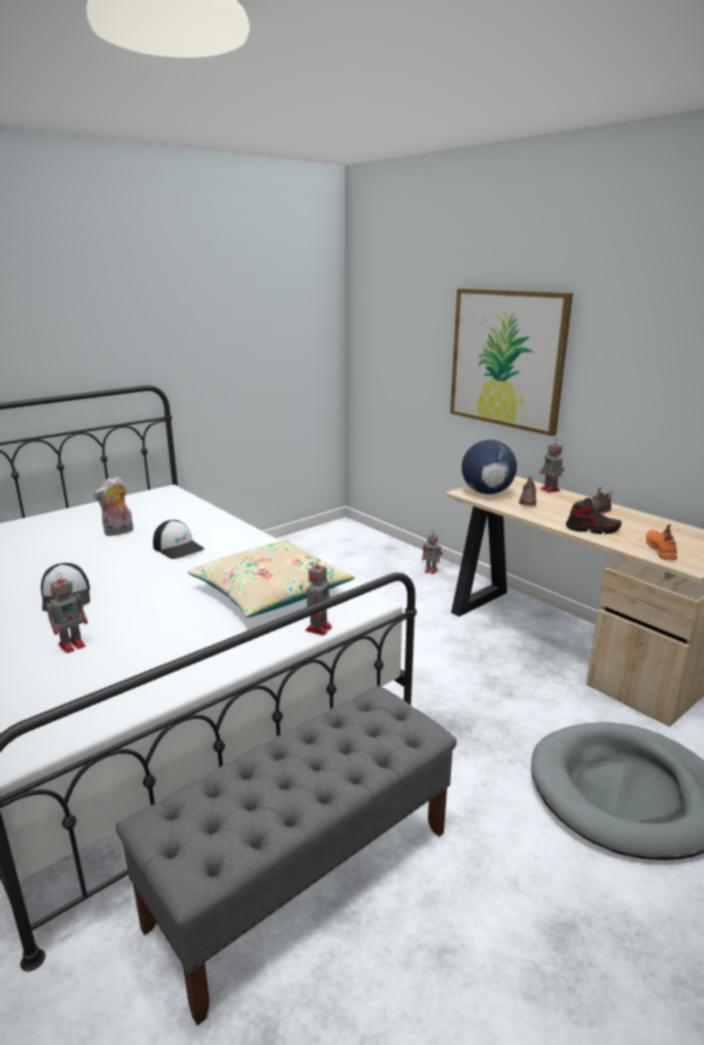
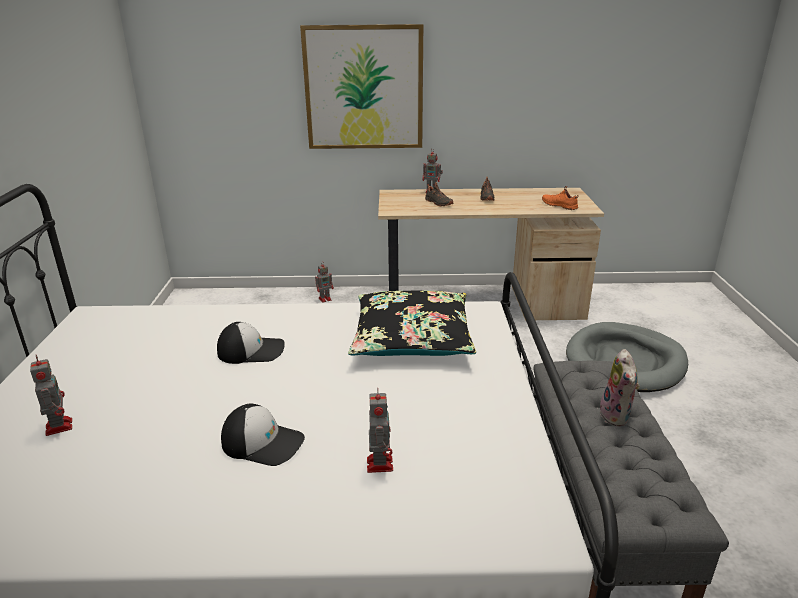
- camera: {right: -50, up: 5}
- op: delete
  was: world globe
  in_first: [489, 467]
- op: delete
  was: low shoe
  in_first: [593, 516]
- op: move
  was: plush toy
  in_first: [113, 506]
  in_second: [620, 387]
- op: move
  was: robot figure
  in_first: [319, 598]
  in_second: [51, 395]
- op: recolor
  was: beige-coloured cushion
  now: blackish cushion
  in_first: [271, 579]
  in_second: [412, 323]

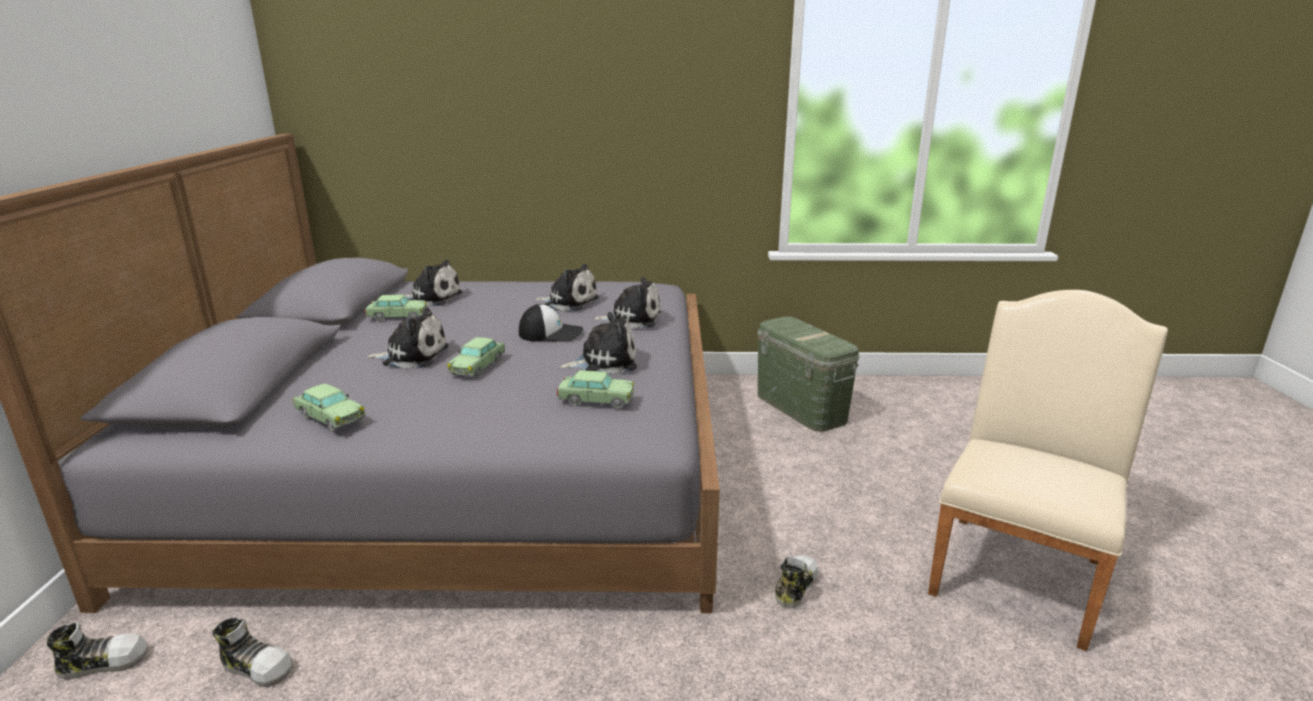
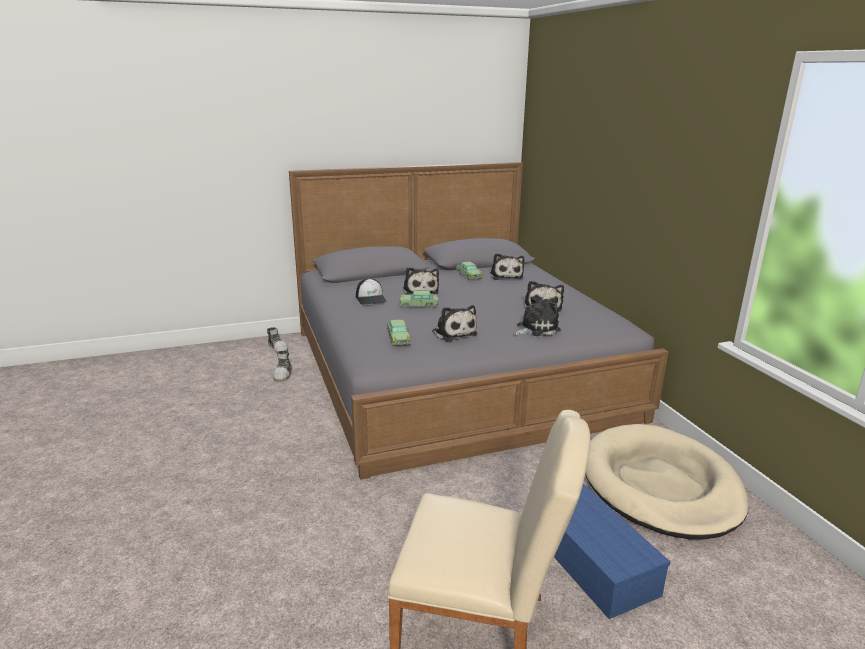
- camera: {right: 70, up: 0}
- op: delete
  was: model car
  in_first: [329, 407]
- op: delete
  was: low shoe
  in_first: [796, 581]
- op: insert
  now: blue-coloured storage box
  in_second: [612, 551]
- op: move
  was: baseball cap
  in_first: [551, 323]
  in_second: [371, 291]
- op: replace
  was: green storage box
  now: beige-coloured dog cushion
  in_first: [808, 374]
  in_second: [666, 482]
- op: rotate
  was: plush toy
  in_first: [627, 303]
  in_second: [537, 316]
  clockwise: -105

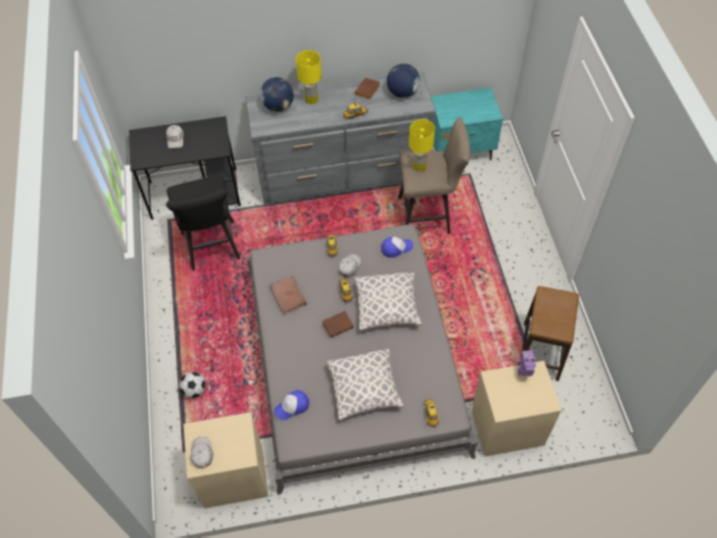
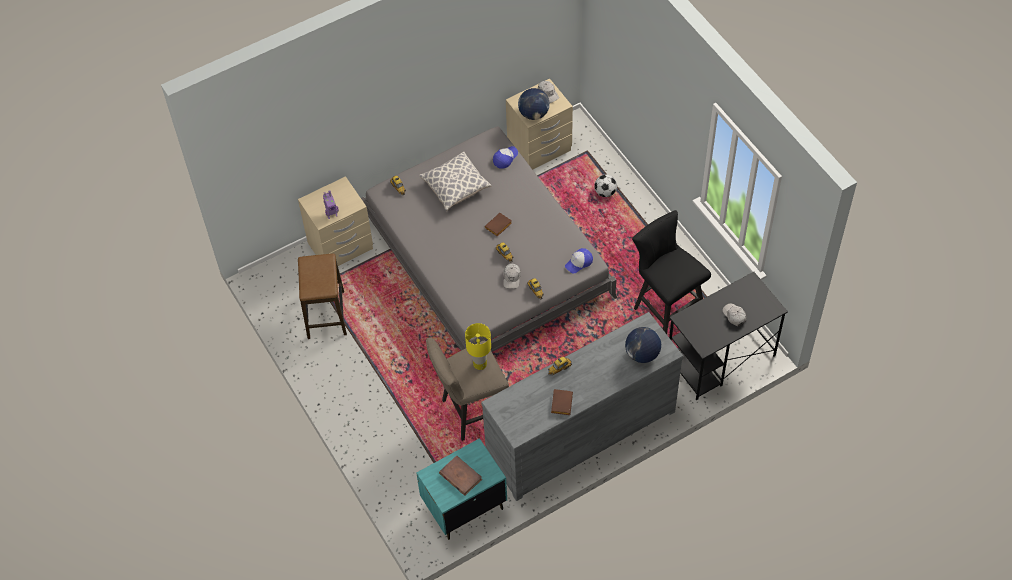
- camera: {right: 160, up: 0}
- op: delete
  was: yellowish table lamp
  in_first: [309, 77]
- op: delete
  was: cushion
  in_first: [388, 302]
- op: move
  was: brown volume
  in_first: [288, 295]
  in_second: [460, 475]
- op: move
  was: baseball cap
  in_first: [397, 247]
  in_second: [579, 261]
- op: move
  was: world globe
  in_first: [403, 81]
  in_second: [534, 104]

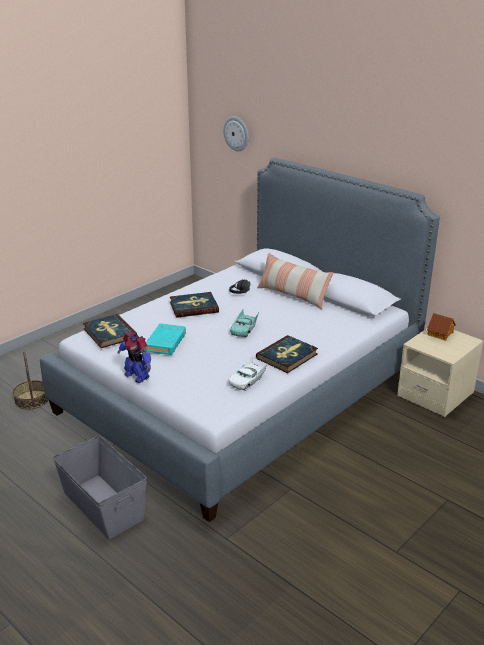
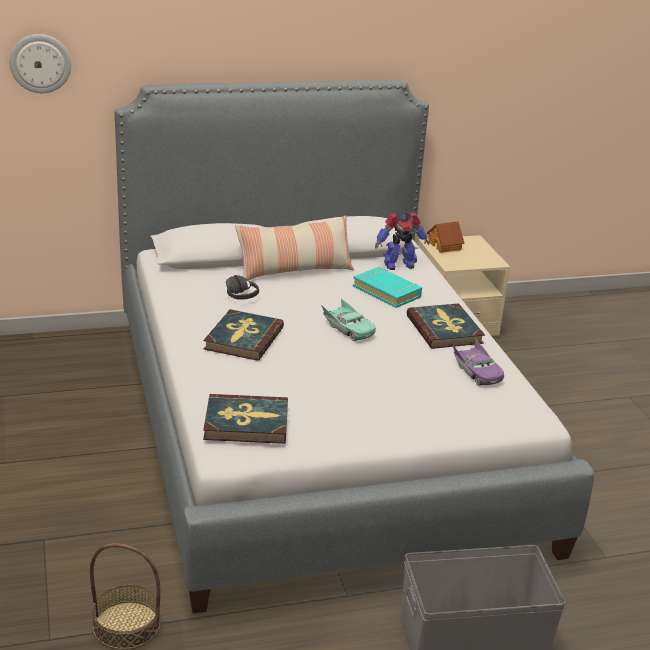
- camera: {right: -60, up: 0}
- op: move
  was: robot figure
  in_first: [134, 357]
  in_second: [402, 241]
- op: move
  was: turquoise volume
  in_first: [166, 339]
  in_second: [387, 287]
- op: recolor
  was: whitish model car
  now: purple-coloured model car
  in_first: [248, 374]
  in_second: [478, 362]

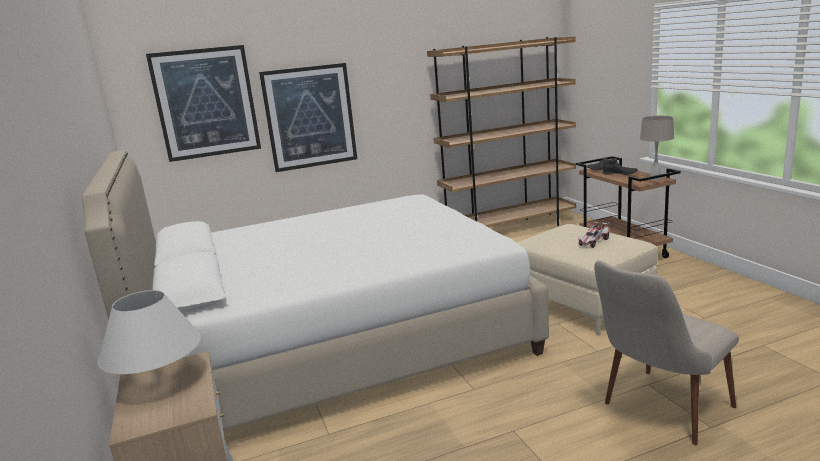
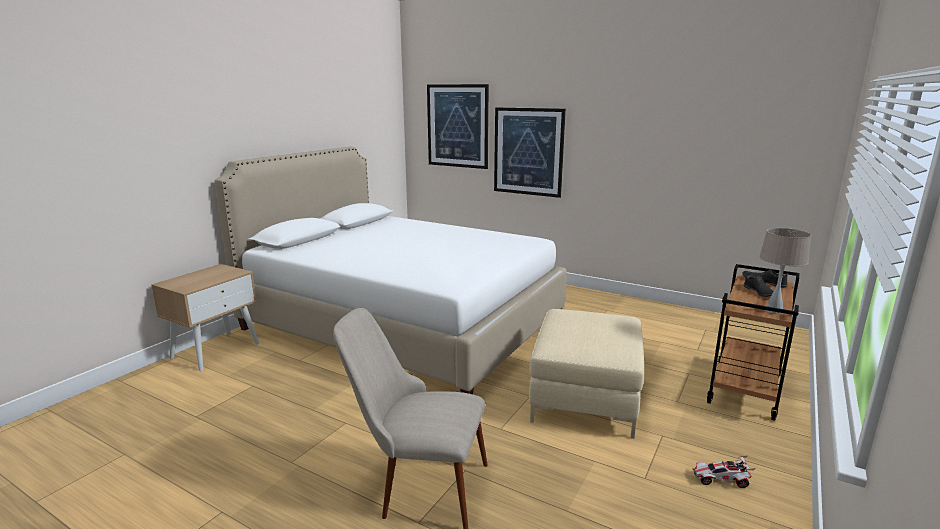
- camera: {right: 50, up: 0}
- op: delete
  was: whitish table lamp
  in_first: [149, 337]
- op: delete
  was: brown bookcase
  in_first: [501, 131]
- op: move
  was: model car
  in_first: [594, 234]
  in_second: [724, 471]

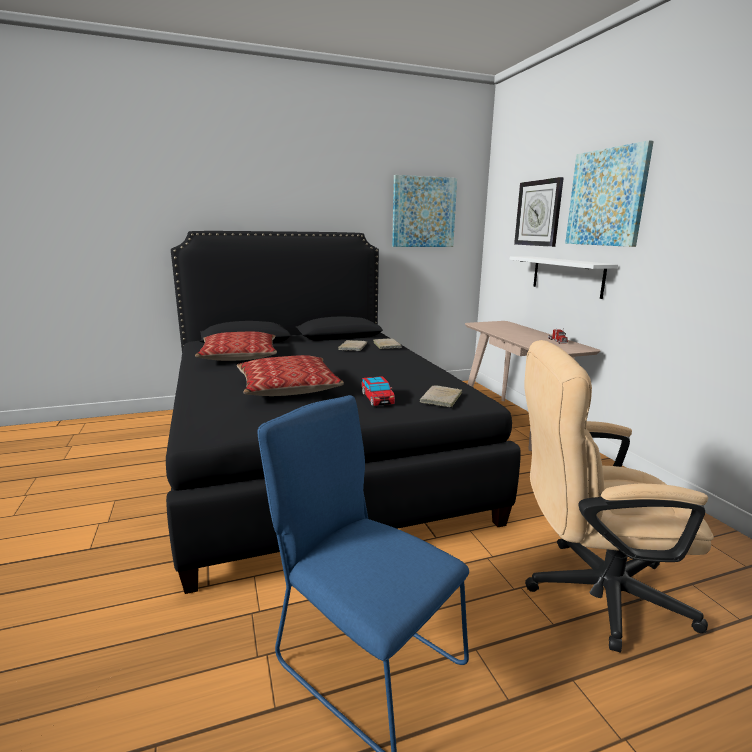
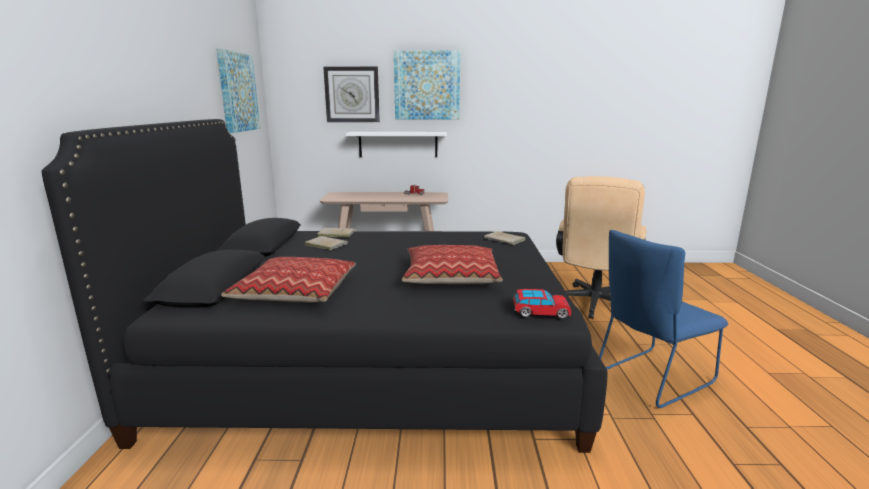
- camera: {right: -70, up: 0}
- op: move
  was: model car
  in_first: [378, 391]
  in_second: [542, 303]

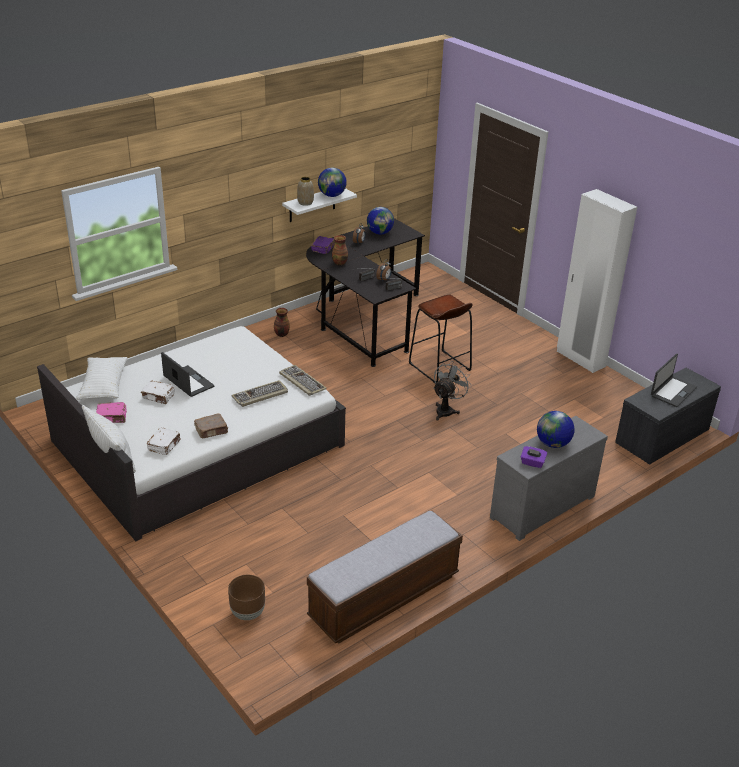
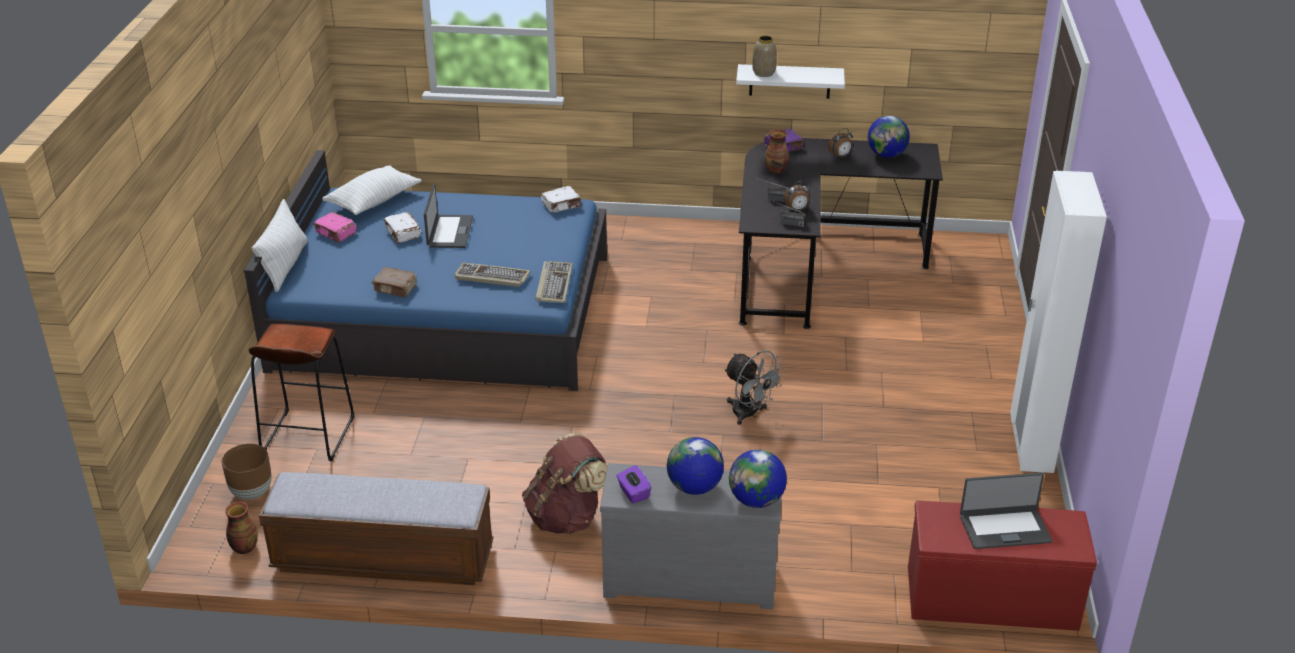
- camera: {right: 45, up: 0}
- op: insert
  now: brown knapsack
  in_second: [564, 483]
- op: move
  was: whitish volume
  in_first: [164, 441]
  in_second: [561, 199]
- op: move
  was: vase
  in_first: [282, 322]
  in_second: [241, 528]
- op: move
  was: world globe
  in_first: [332, 182]
  in_second: [758, 479]
- op: move
  was: brown sitting stool
  in_first: [441, 339]
  in_second: [301, 392]
- op: recolor
  was: whitish bed
  now: blue-coloured bed
  in_first: [191, 433]
  in_second: [425, 270]
- op: recolor
  was: grey bench
  now: red-coloured bench
  in_first: [668, 416]
  in_second: [1002, 566]
- op: rotate
  was: grey electric fan
  in_first: [452, 391]
  in_second: [755, 387]
  clockwise: 60

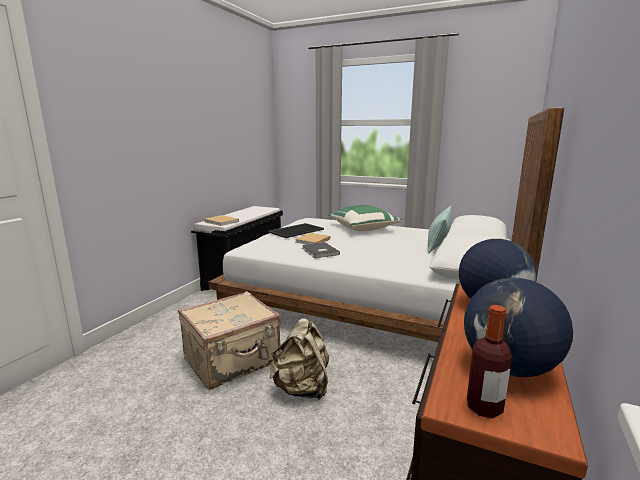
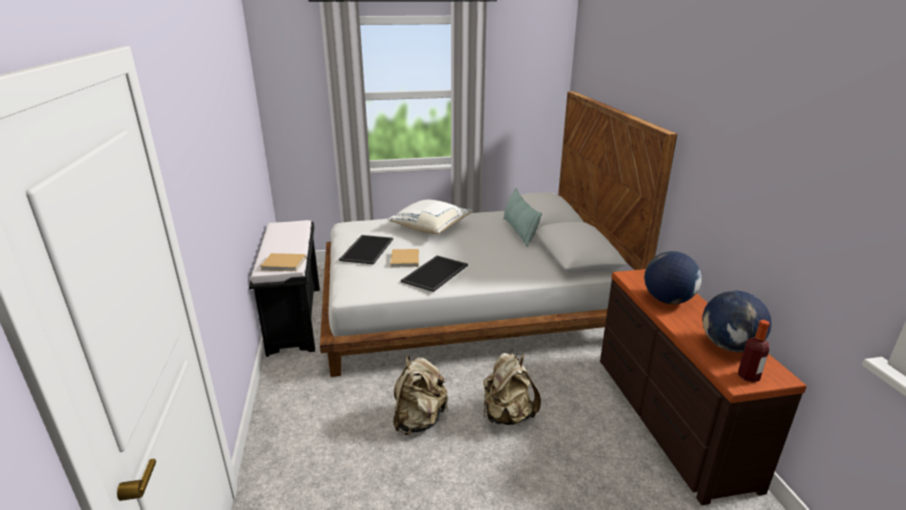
- camera: {right: -35, up: 10}
- op: replace
  was: beige-coloured travel case
  now: beige-coloured knapsack
  in_first: [229, 340]
  in_second: [421, 395]
- op: replace
  was: grey volume
  now: tray
  in_first: [321, 250]
  in_second: [434, 273]
- op: recolor
  was: green cushion
  now: whitish cushion
  in_first: [366, 218]
  in_second: [430, 217]

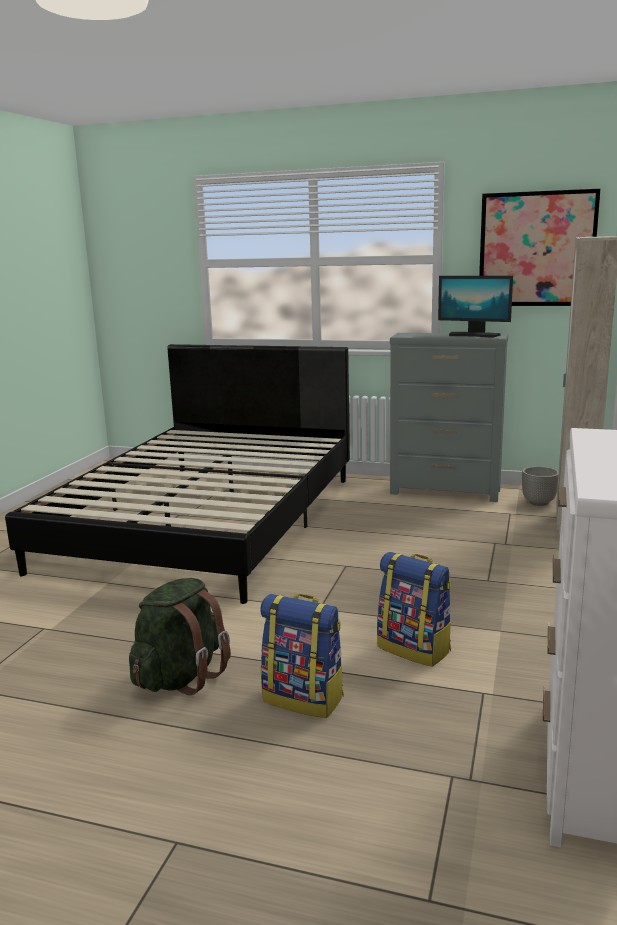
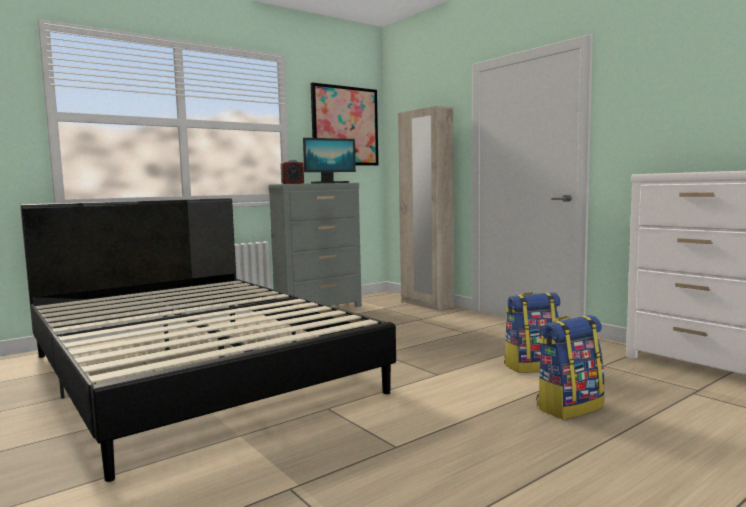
- camera: {right: -55, up: -10}
- op: delete
  was: green knapsack
  in_first: [180, 636]
- op: delete
  was: planter
  in_first: [540, 486]
- op: insert
  now: table clock
  in_second: [292, 172]

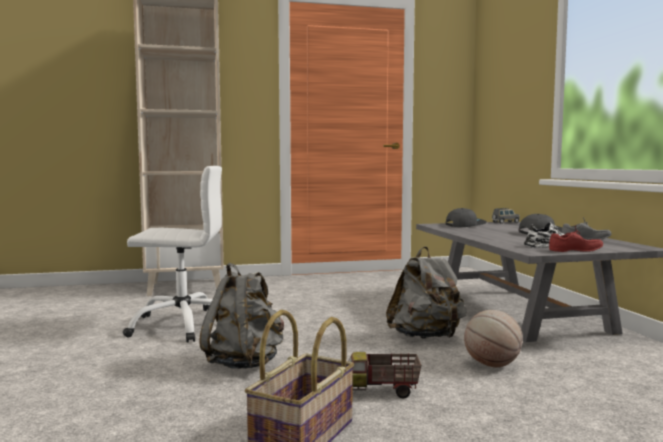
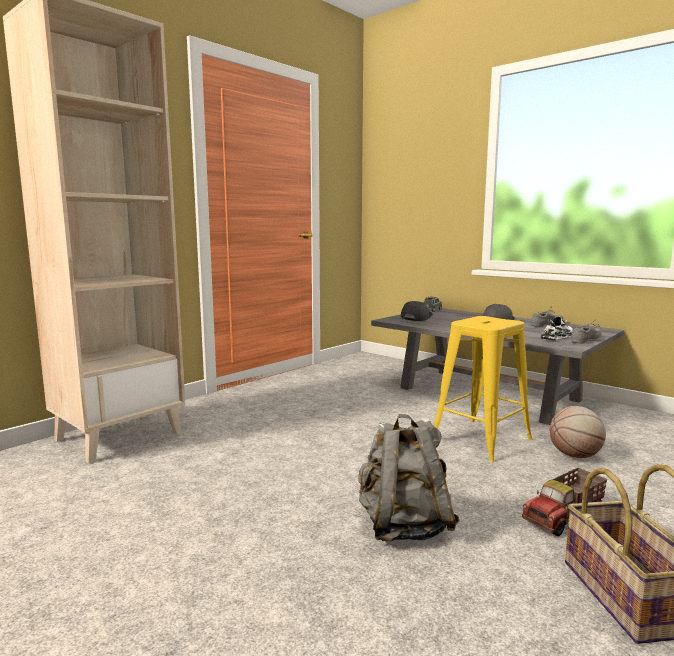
- camera: {right: -35, up: 5}
- op: delete
  was: whitish office chair
  in_first: [172, 254]
- op: replace
  was: grey knapsack
  now: yellowish sitting stool
  in_first: [426, 293]
  in_second: [483, 389]
- op: recolor
  was: red-coloured low shoe
  now: grey low shoe
  in_first: [576, 238]
  in_second: [586, 331]

